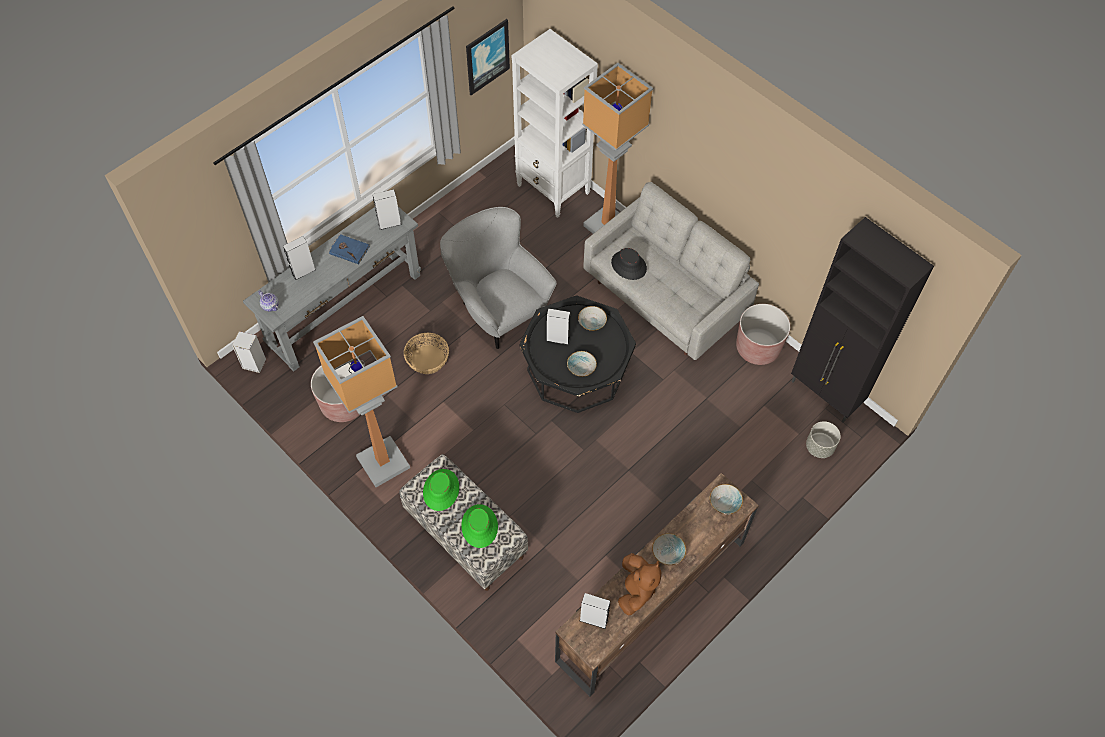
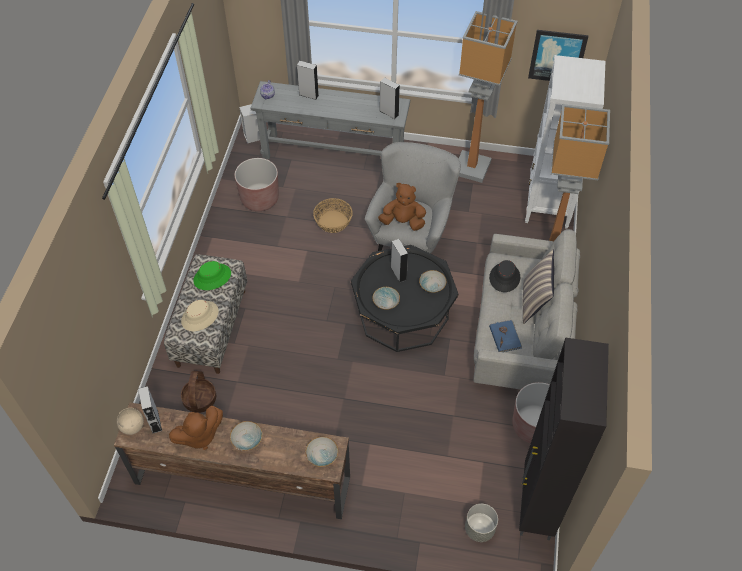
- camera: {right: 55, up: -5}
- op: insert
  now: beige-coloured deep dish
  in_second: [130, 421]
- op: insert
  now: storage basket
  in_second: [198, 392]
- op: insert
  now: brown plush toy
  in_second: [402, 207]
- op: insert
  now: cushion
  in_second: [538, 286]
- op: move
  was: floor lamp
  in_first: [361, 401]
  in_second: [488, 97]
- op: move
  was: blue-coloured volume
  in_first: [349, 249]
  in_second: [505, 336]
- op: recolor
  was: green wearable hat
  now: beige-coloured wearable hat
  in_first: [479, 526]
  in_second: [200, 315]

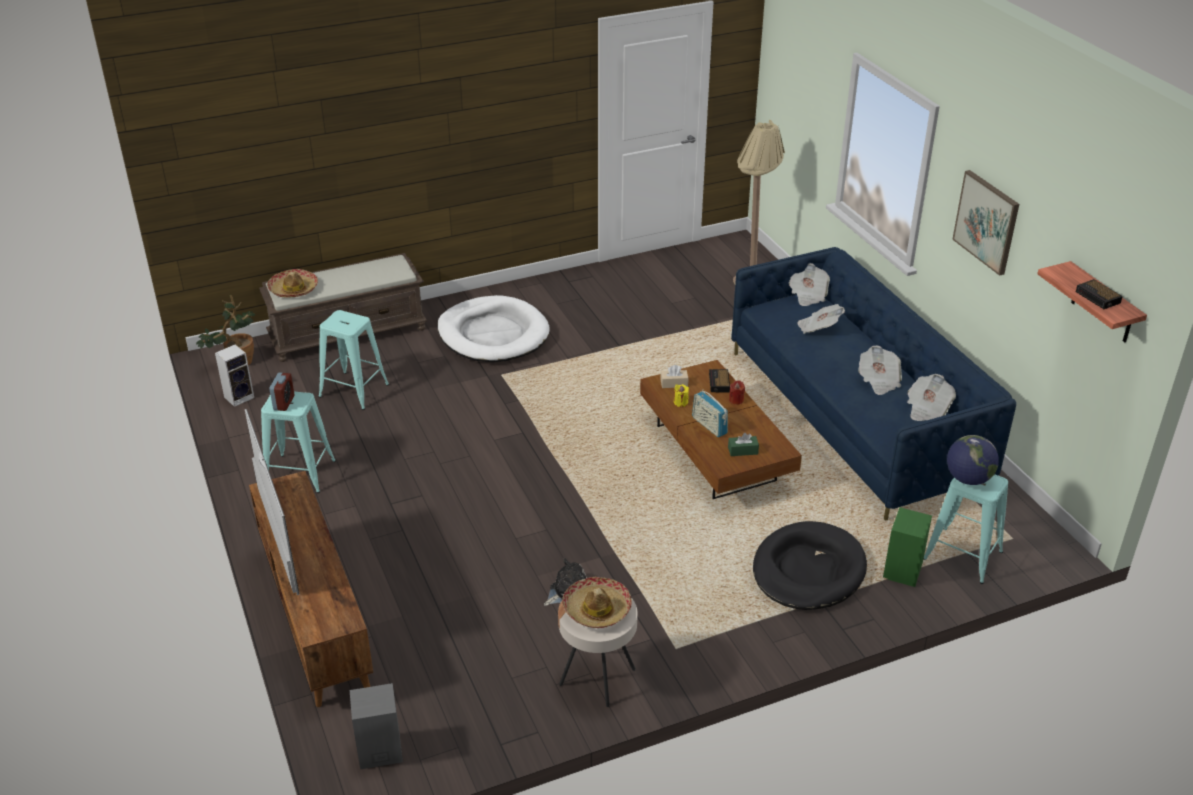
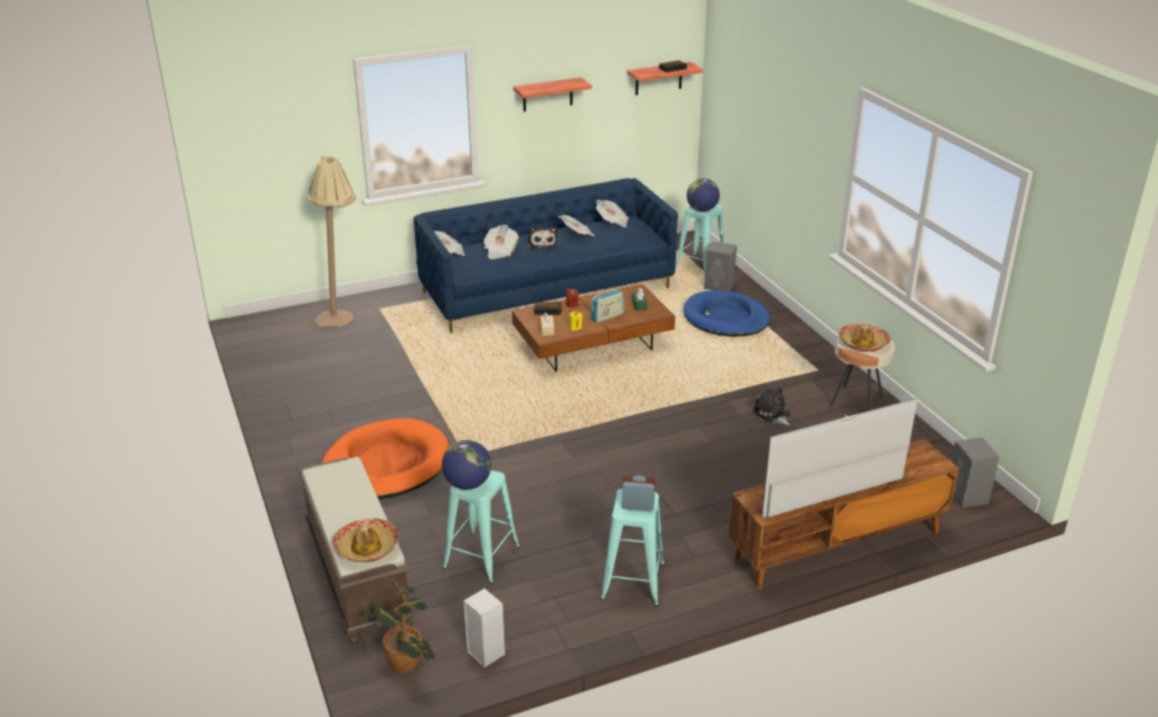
- camera: {right: -90, up: -5}
- op: insert
  now: world globe
  in_second: [467, 465]
- op: insert
  now: plush toy
  in_second: [542, 237]
- op: replace
  was: picture
  now: bracket shelf
  in_first: [985, 223]
  in_second: [552, 94]
- op: recolor
  was: whitish dog cushion
  now: orange-coloured dog cushion
  in_first: [493, 328]
  in_second: [385, 458]
- op: recolor
  was: blackish dog cushion
  now: blue-coloured dog cushion
  in_first: [810, 565]
  in_second: [727, 314]
- op: recolor
  was: green loudspeaker
  now: grey loudspeaker
  in_first: [907, 547]
  in_second: [720, 266]

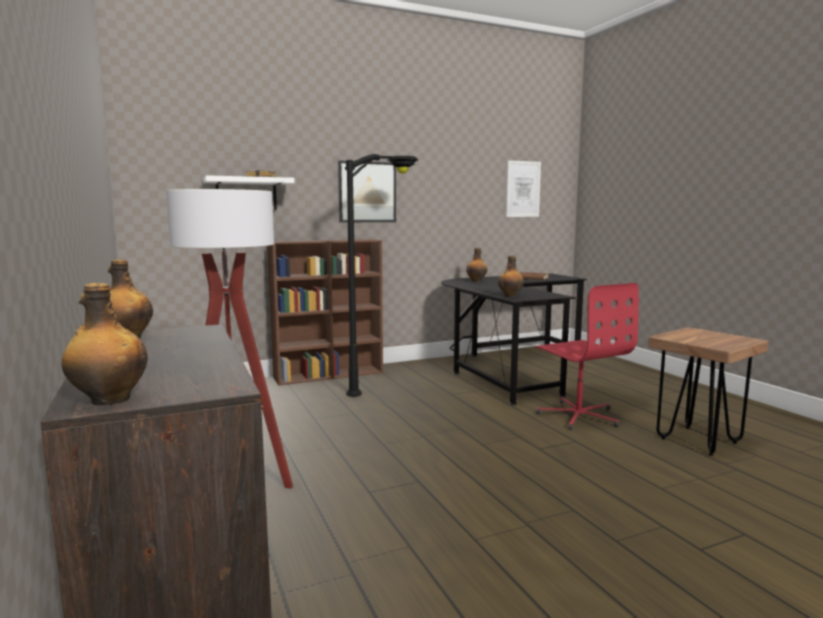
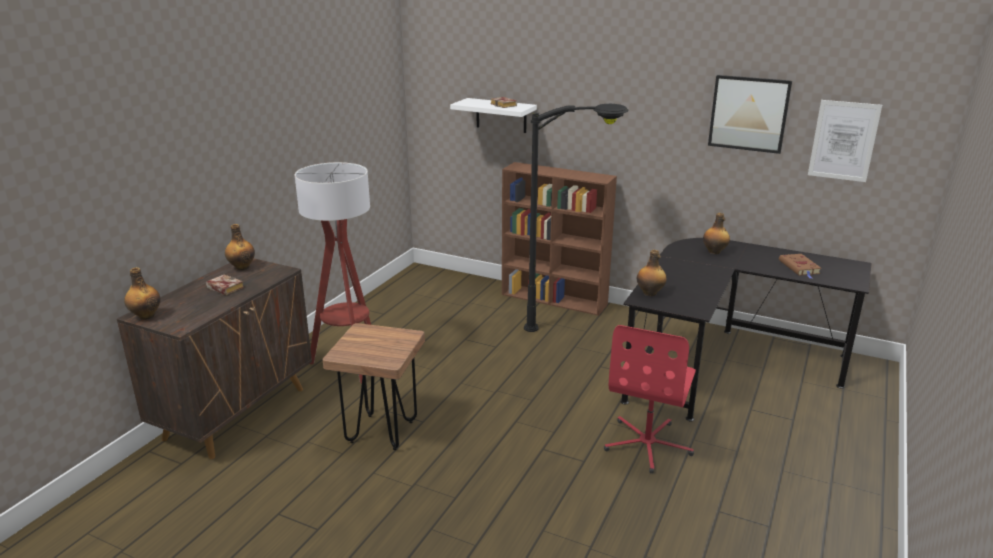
- camera: {right: 50, up: 15}
- op: insert
  now: volume
  in_second: [225, 285]
- op: move
  was: picture
  in_first: [367, 192]
  in_second: [750, 114]
- op: move
  was: brown sitting stool
  in_first: [708, 391]
  in_second: [374, 386]

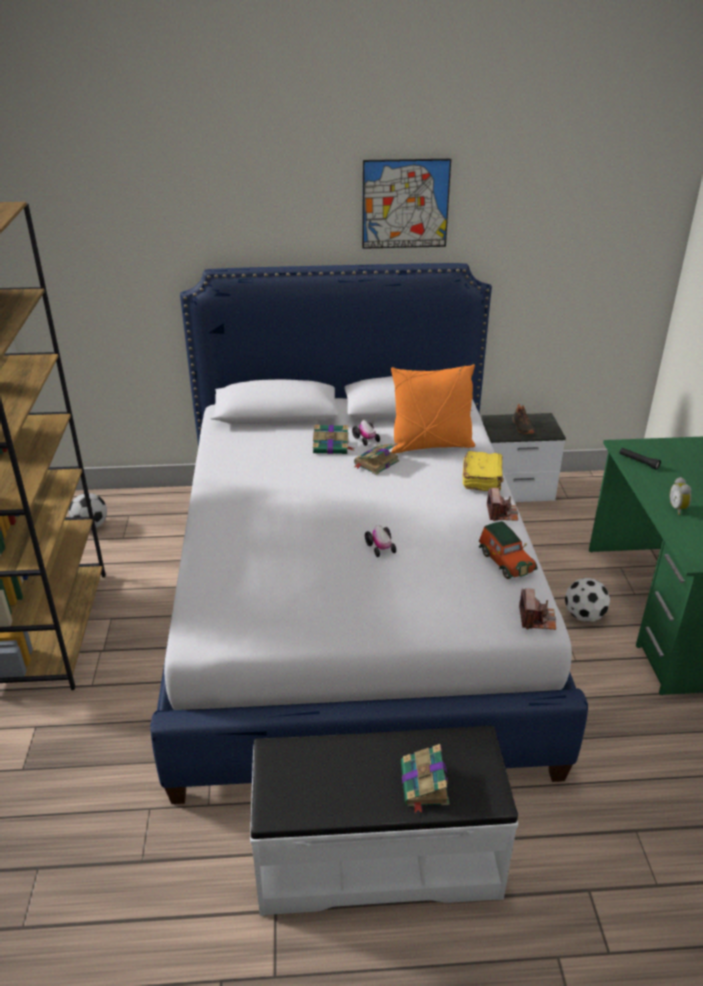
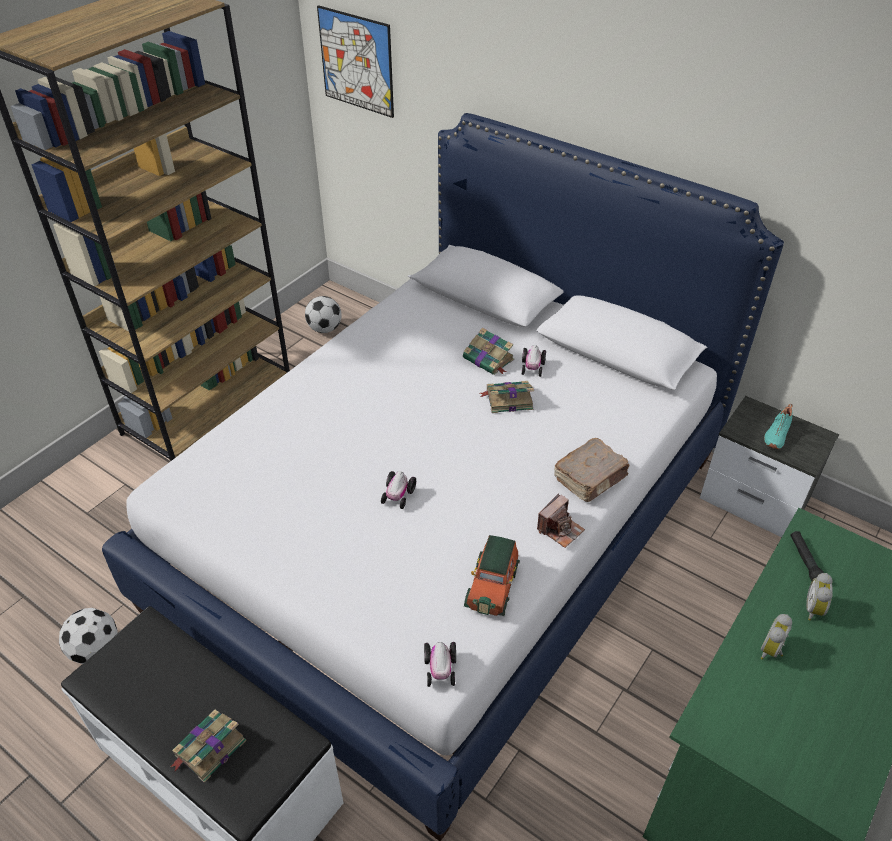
- camera: {right: 40, up: 10}
- op: delete
  was: orange-coloured cushion
  in_first: [433, 409]
- op: insert
  now: table clock
  in_second: [819, 597]
- op: move
  was: picture
  in_first: [406, 204]
  in_second: [355, 61]
- op: move
  was: football ball
  in_first: [587, 600]
  in_second: [88, 636]
- op: replace
  was: still camera
  now: model car
  in_first: [537, 609]
  in_second: [440, 664]
- op: recolor
  was: yellowish volume
  now: brown volume
  in_first: [483, 471]
  in_second: [591, 470]
- op: recolor
  was: blackish low shoe
  now: turquoise low shoe
  in_first: [523, 419]
  in_second: [778, 426]

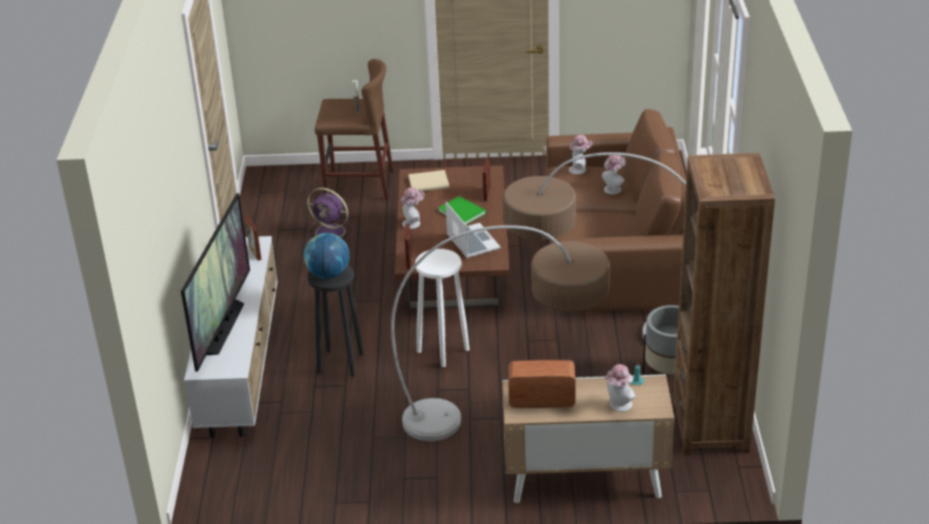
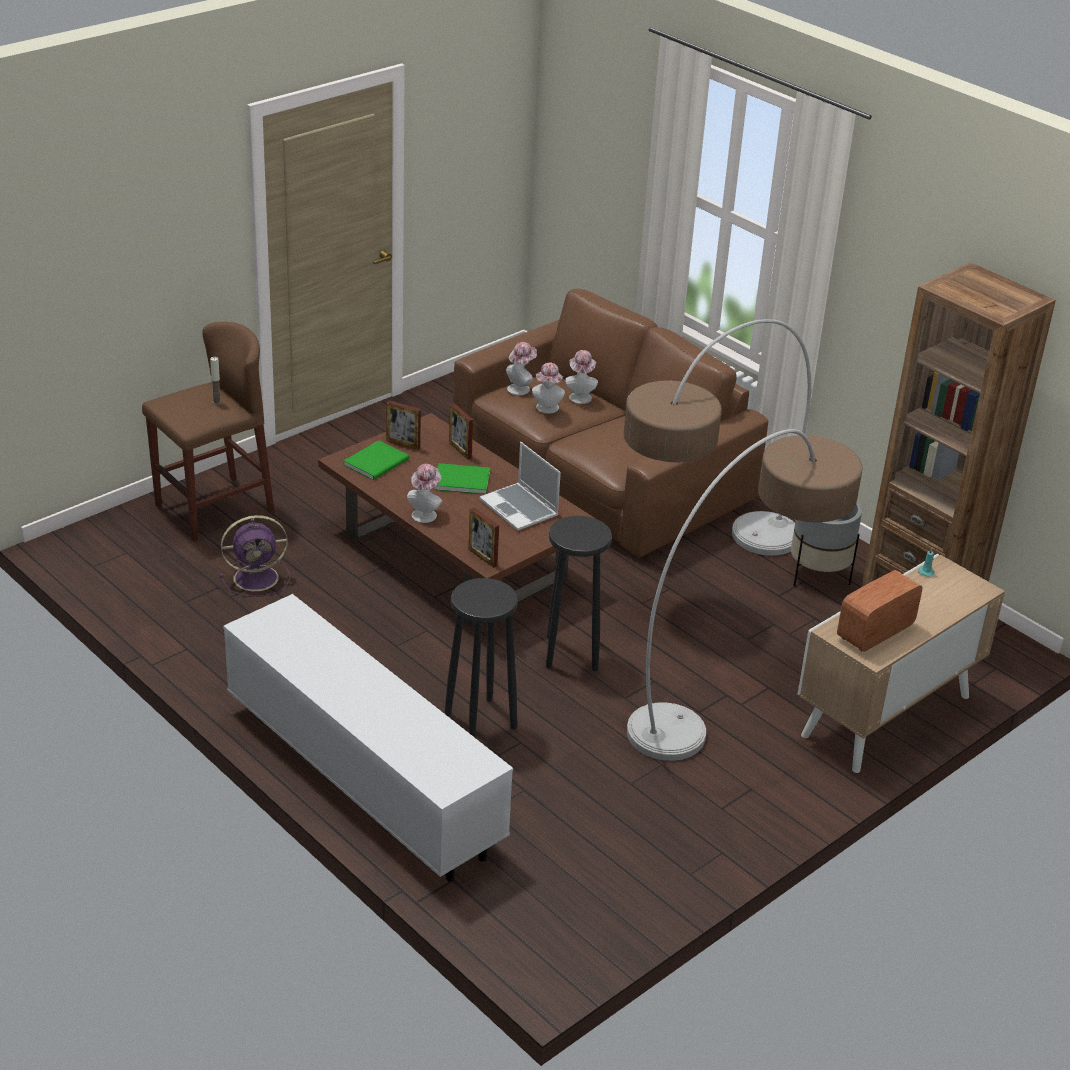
- camera: {right: -45, up: 0}
- op: delete
  was: television
  in_first: [215, 282]
- op: delete
  was: world globe
  in_first: [327, 256]
- op: move
  was: picture frame
  in_first: [253, 238]
  in_second: [403, 425]
- op: move
  was: wearable hat
  in_first: [620, 388]
  in_second: [548, 388]
- op: recolor
  was: beige-coloured volume
  now: green volume
  in_first: [429, 181]
  in_second: [376, 460]
- op: recolor
  was: whitish sitting stool
  now: blackish sitting stool
  in_first: [442, 308]
  in_second: [579, 593]
- op: rotate
  was: laptop
  in_first: [473, 230]
  in_second: [520, 486]
  clockwise: -150

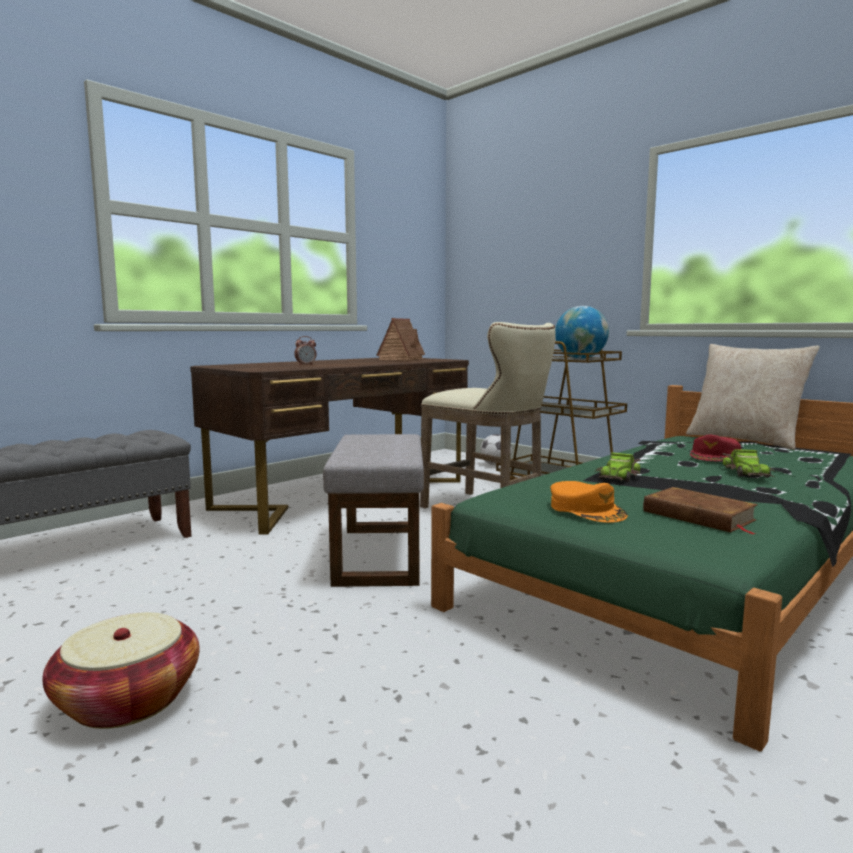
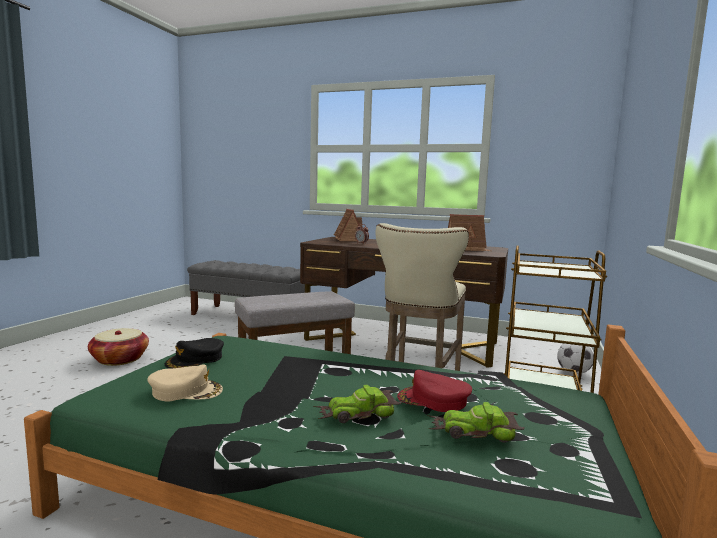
- camera: {right: 65, up: 0}
- op: delete
  was: world globe
  in_first: [582, 332]
- op: delete
  was: beige-coloured cushion
  in_first: [753, 397]
- op: insert
  now: toy house
  in_second: [348, 225]
- op: move
  was: model car
  in_first: [617, 467]
  in_second: [476, 422]
- op: replace
  was: brown volume
  now: beige-coloured baseball cap
  in_first: [701, 510]
  in_second: [185, 383]
- op: recolor
  was: orange-coloured baseball cap
  now: blackish baseball cap
  in_first: [589, 502]
  in_second: [194, 353]

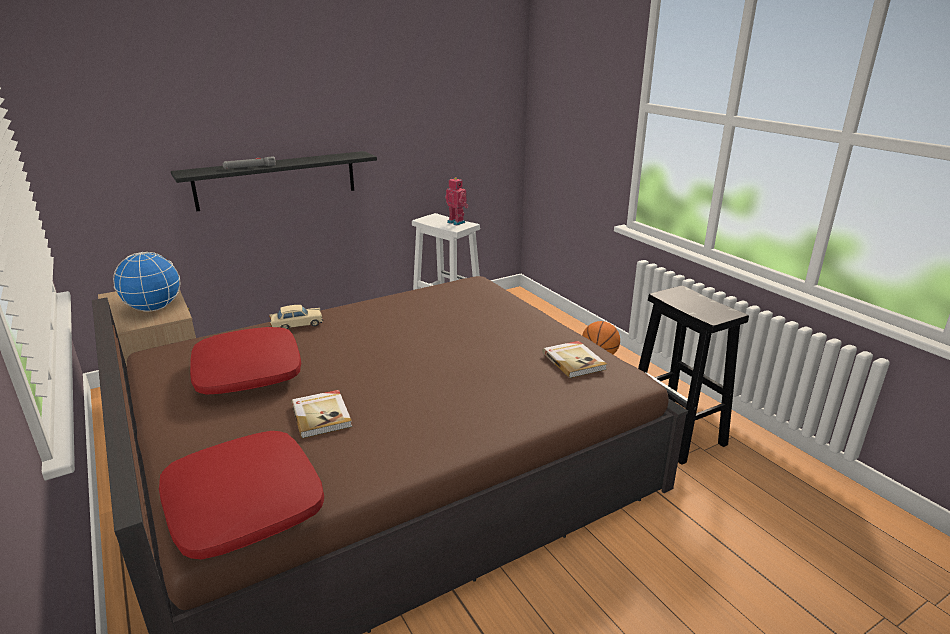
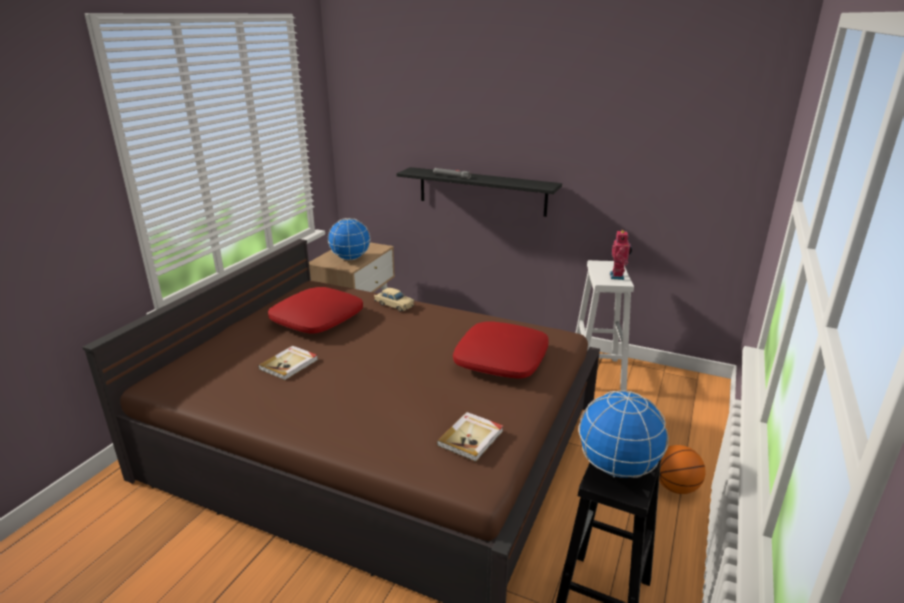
- camera: {right: 55, up: 0}
- op: insert
  now: world globe
  in_second: [624, 434]
- op: move
  was: red-coloured cushion
  in_first: [241, 495]
  in_second: [501, 350]

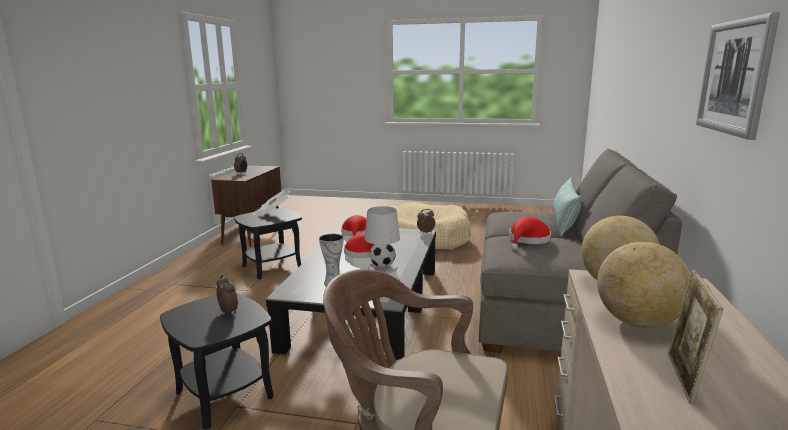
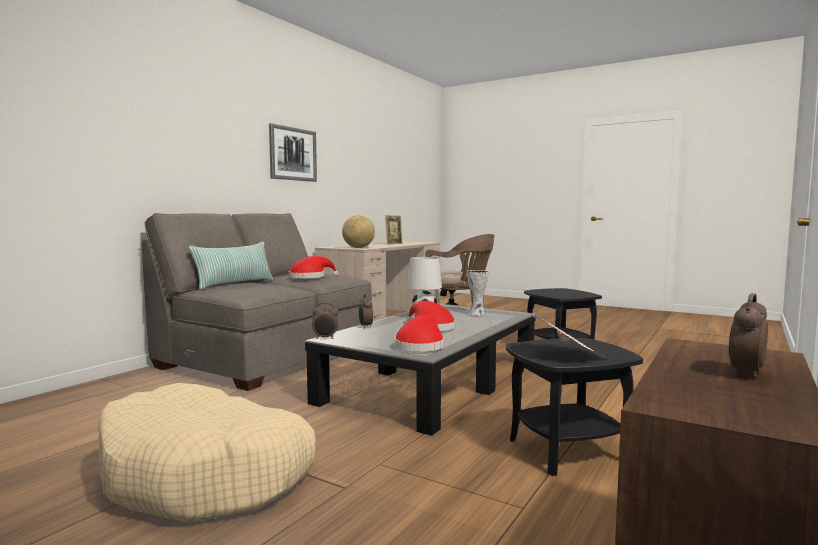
- camera: {right: -160, up: -10}
- op: delete
  was: world globe
  in_first: [644, 285]
- op: move
  was: table clock
  in_first: [227, 295]
  in_second: [366, 311]

